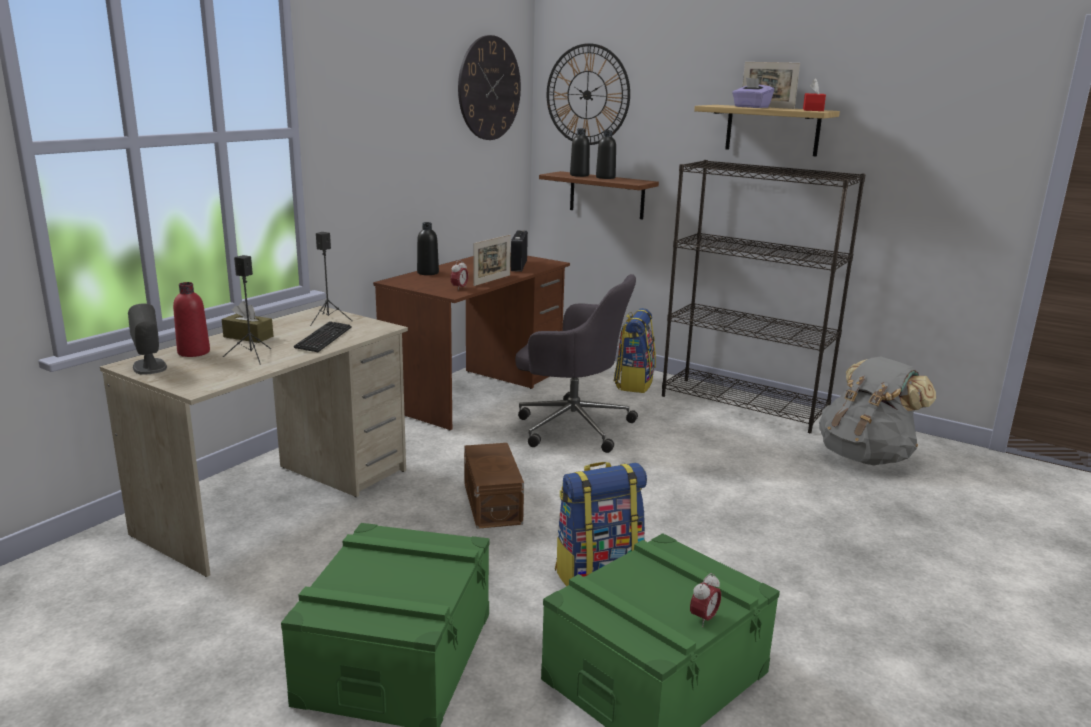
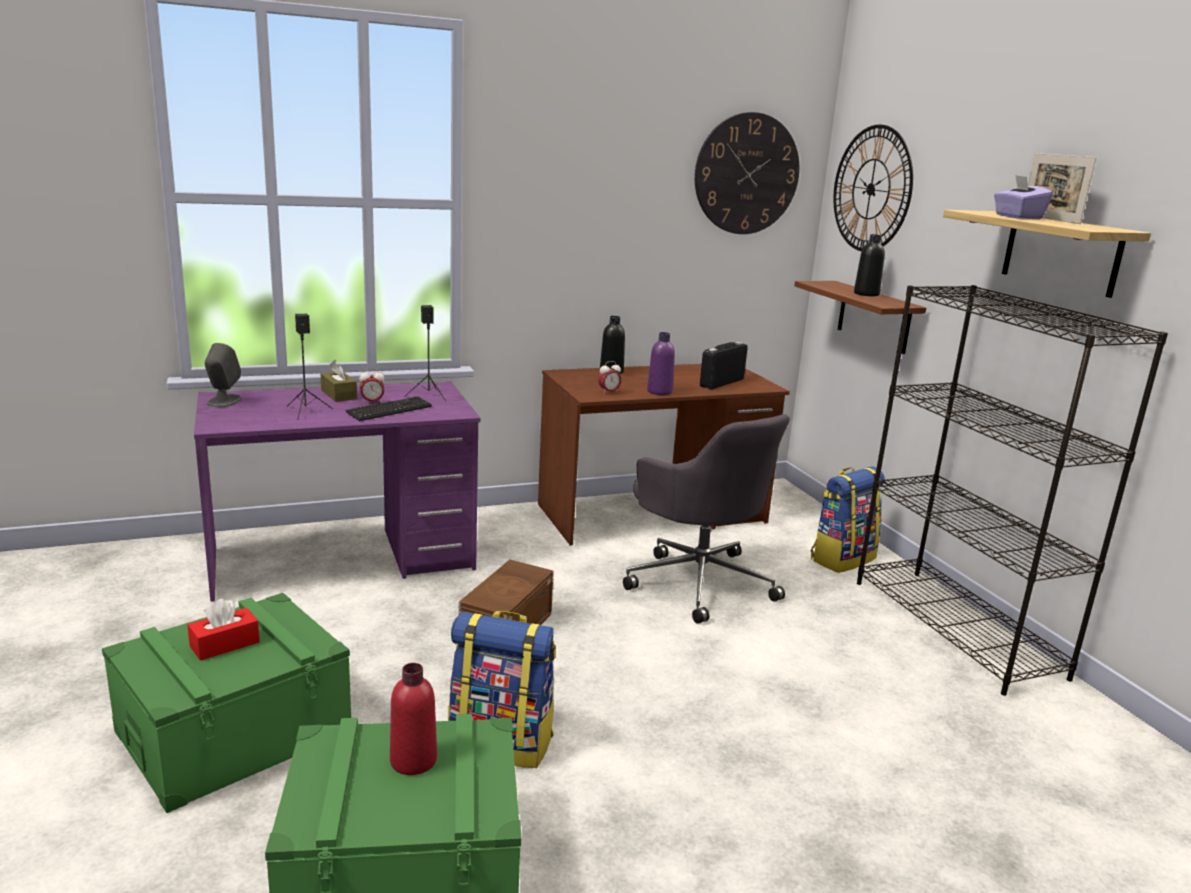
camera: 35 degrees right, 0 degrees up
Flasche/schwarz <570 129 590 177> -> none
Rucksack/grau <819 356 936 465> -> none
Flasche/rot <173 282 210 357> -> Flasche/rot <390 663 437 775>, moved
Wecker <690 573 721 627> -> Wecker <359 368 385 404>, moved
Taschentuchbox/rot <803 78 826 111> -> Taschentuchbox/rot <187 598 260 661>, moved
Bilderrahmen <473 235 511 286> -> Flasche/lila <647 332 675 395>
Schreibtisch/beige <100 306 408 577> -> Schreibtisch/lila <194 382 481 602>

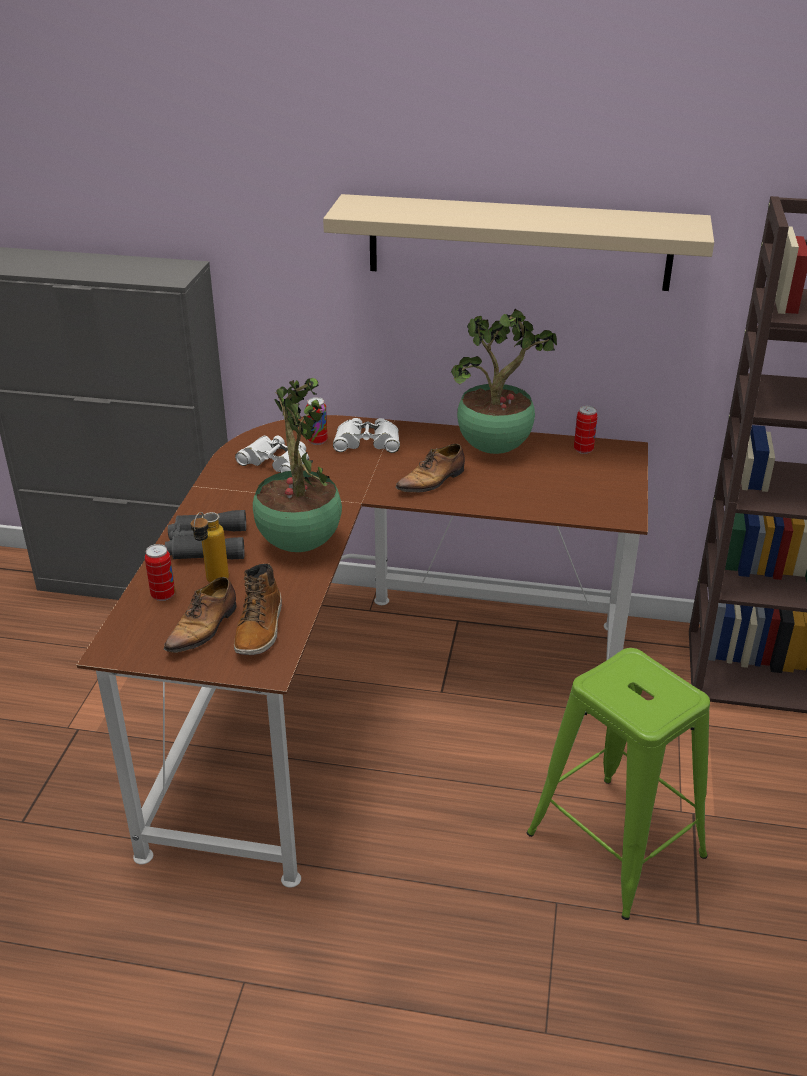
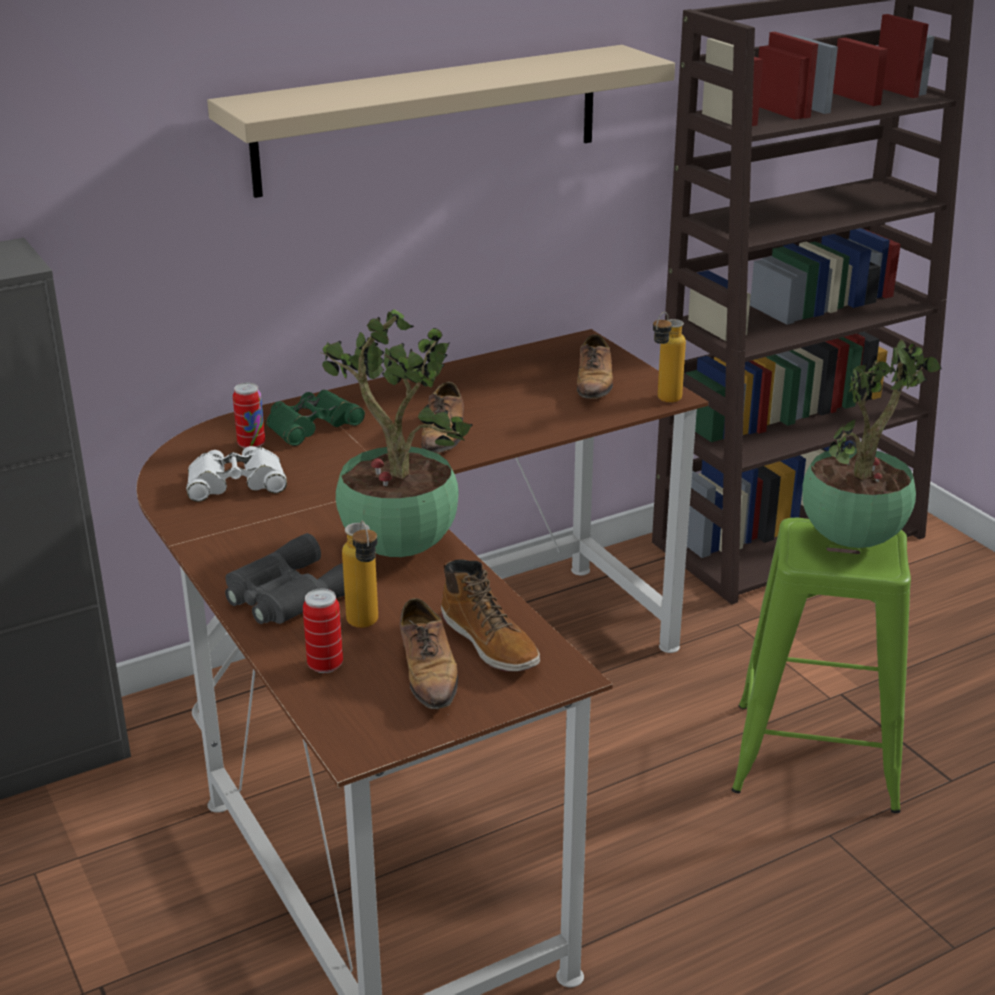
camera: 40 degrees left, 5 degrees down
Dose <574 406 598 454> -> none
none -> Schuh <577 334 613 399>
none -> Flasche <653 312 686 403>
Topfpflanze <451 309 557 454> -> Topfpflanze <802 339 942 548>, moved
Fernglas/weiß <333 418 400 453> -> Fernglas/grün <266 389 365 446>

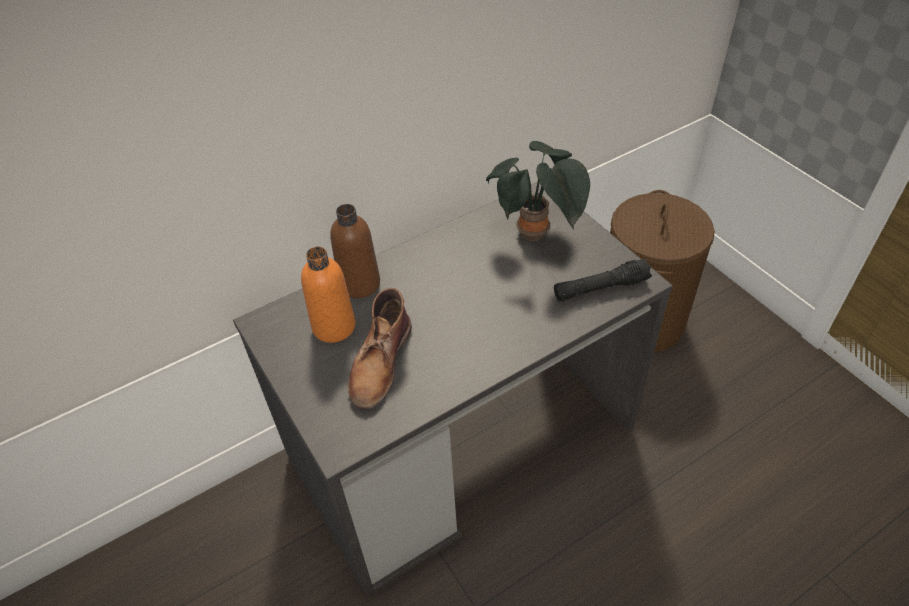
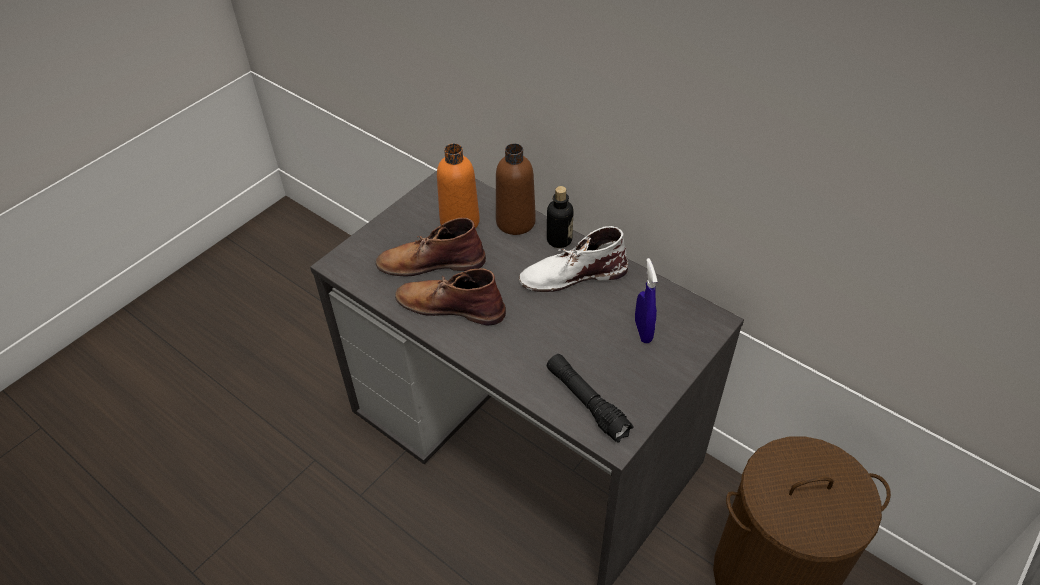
camera: 70 degrees right, 0 degrees up
none -> Stiefel/braun <395 268 506 325>
none -> Stiefel/weiß <519 226 628 292>
none -> Flasche <547 186 574 248>
Topfpflanze <486 141 590 241> -> Sprühflasche/blau <635 258 658 343>

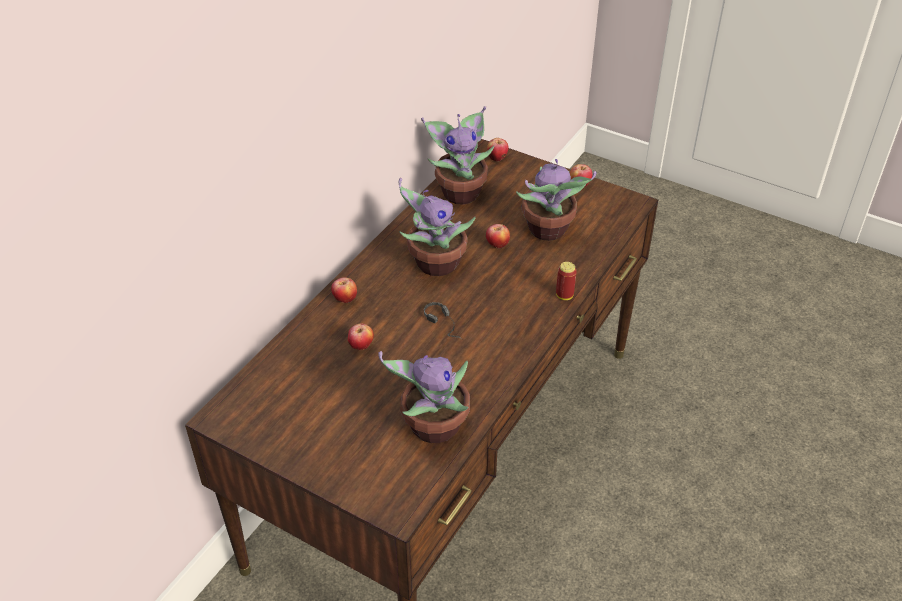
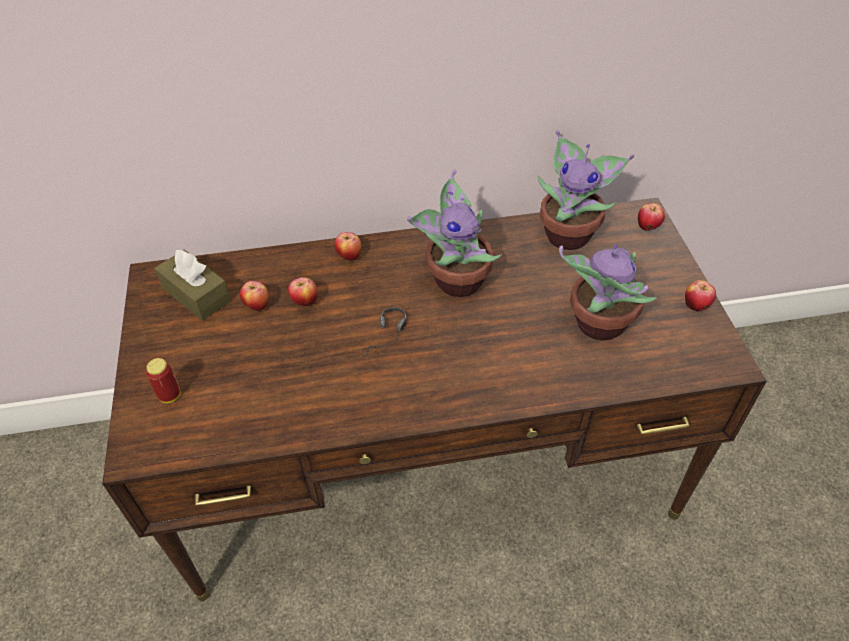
camera: 50 degrees right, 5 degrees up
Topfpflanze <378 351 470 443> -> none
none -> Taschentuchbox/braun <155 250 231 321>
Apfel <486 224 510 249> -> Apfel <240 281 269 311>, moved
Dose <556 262 577 300> -> Dose <146 358 181 403>, moved

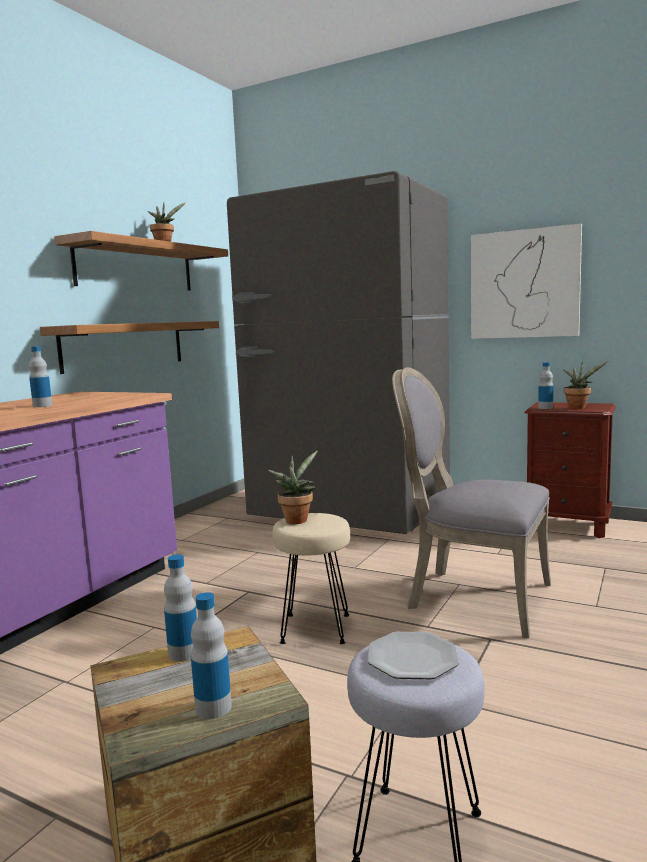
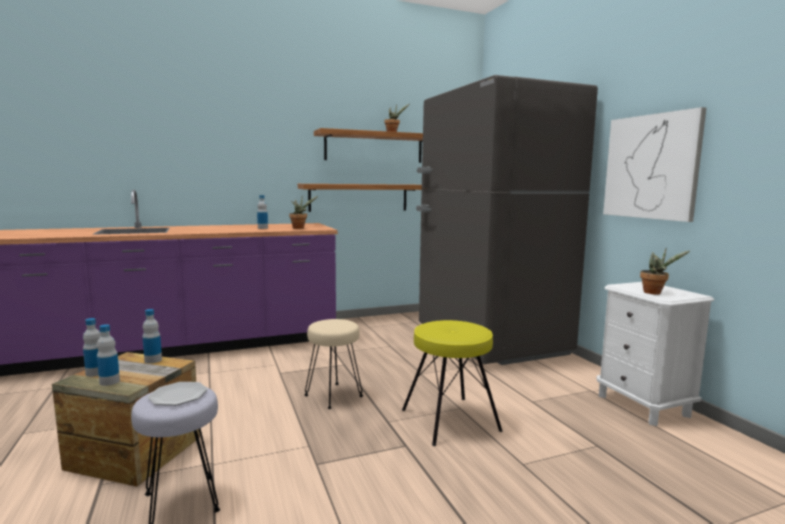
camera: 40 degrees right, 0 degrees up
Topfpflanze <267 451 318 524> -> Topfpflanze <289 196 318 229>, moved
Flasche <538 362 553 409> -> Flasche <83 318 101 377>, moved
Stuhl/grau <392 367 551 638> -> Hocker/gelb <402 320 502 446>
Nachttisch/braun <525 402 616 538> -> Nachttisch/weiß <597 282 714 426>

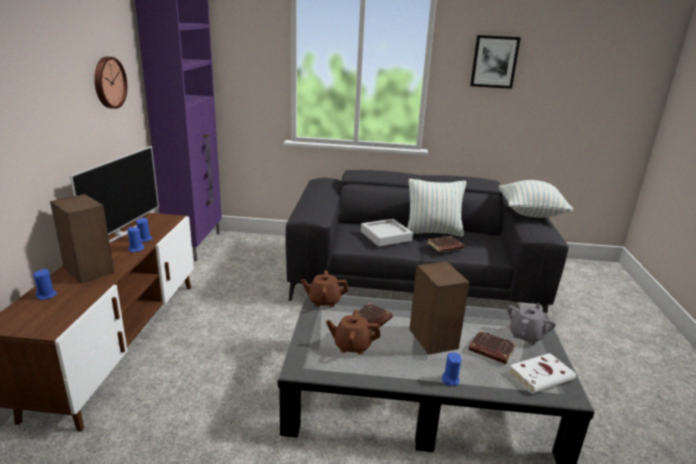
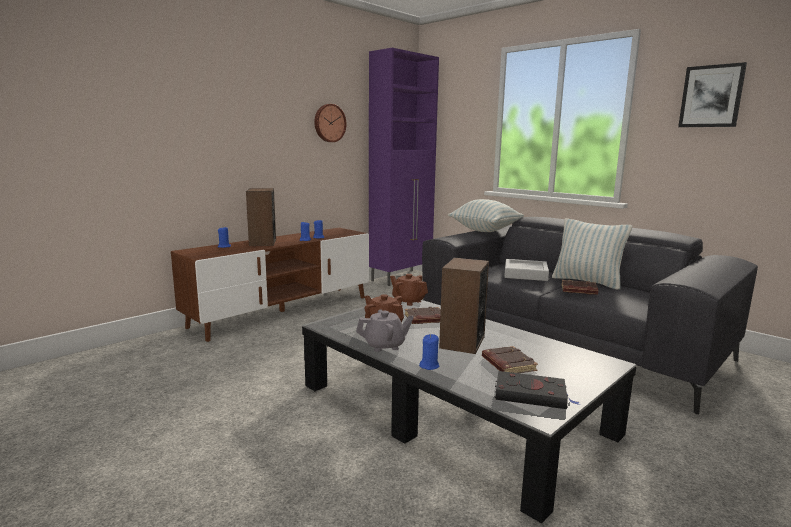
camera: 40 degrees right, 10 degrees down
Fernseher <70 146 159 243> -> none
Kissen <499 180 573 218> -> Kissen <448 199 524 232>, moved
Teekanne/grau <507 303 556 345> -> Teekanne/grau <356 309 414 352>, moved
Buch/weiß <509 353 576 394> -> Buch/schwarz <495 371 580 409>

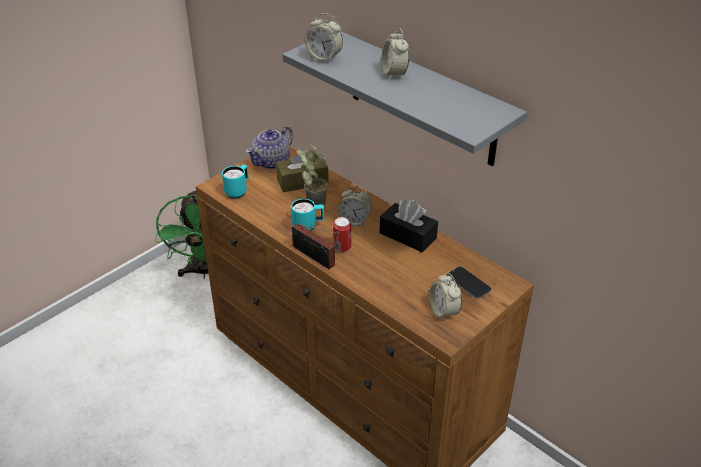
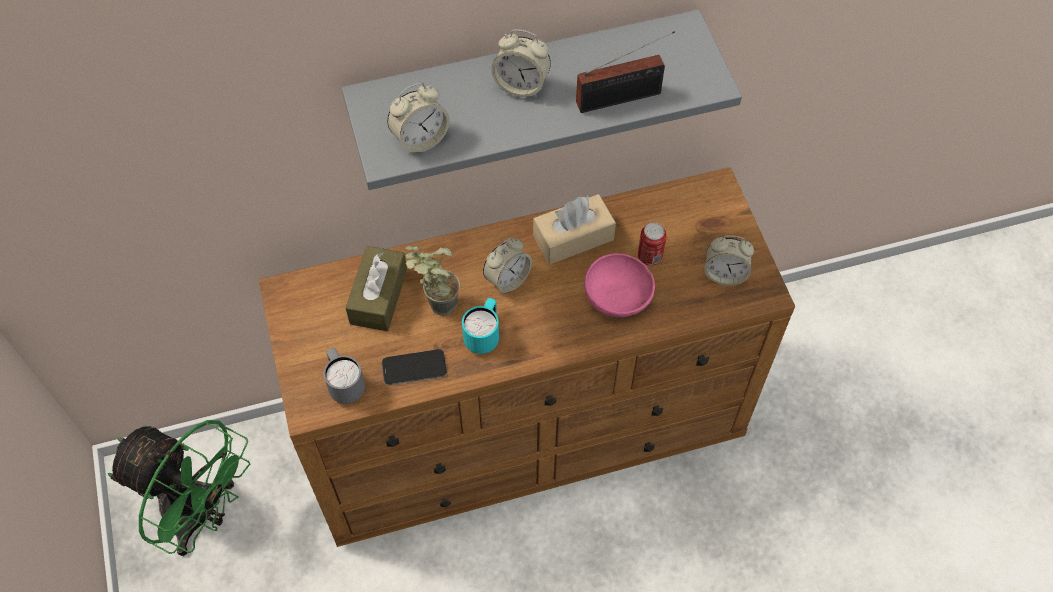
camera: 60 degrees left, 20 degrees up
Teekanne <246 126 294 169> -> none
none -> Schüssel/rosa <584 253 655 317>
Radio <292 223 338 269> -> Radio <576 31 675 113>, moved
Dose <333 217 351 253> -> Dose <638 222 667 266>, moved
Handy <447 267 491 299> -> Handy <382 349 447 385>, moved
Henkelbecher/türkis <222 164 249 199> -> Henkelbecher/grau <323 348 365 404>
Taschentuchbox/schwarz <380 200 438 253> -> Taschentuchbox/beige <533 194 616 265>

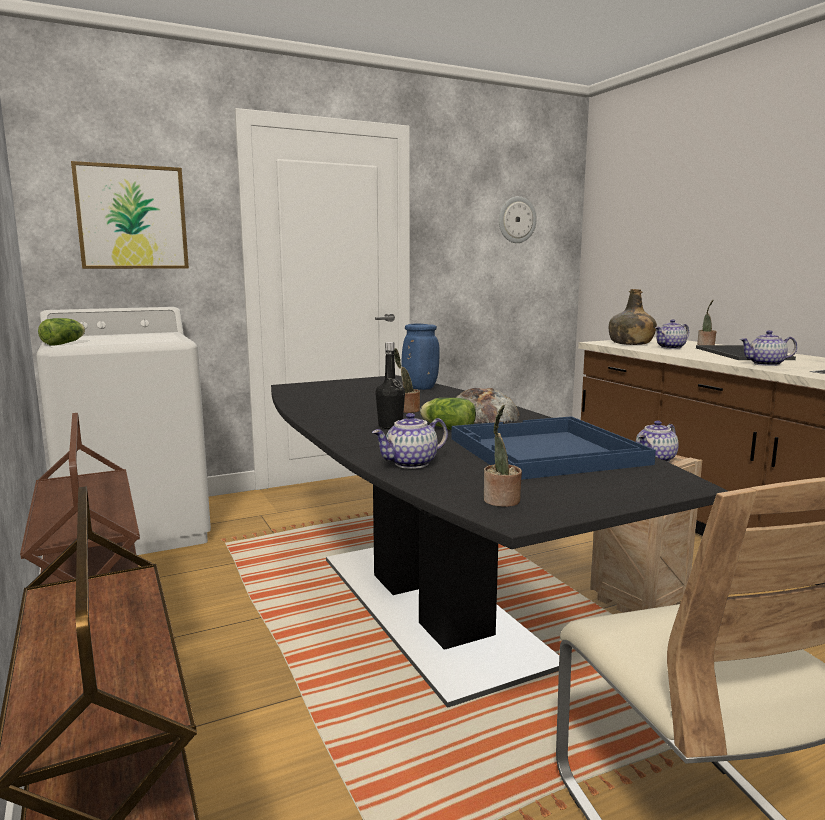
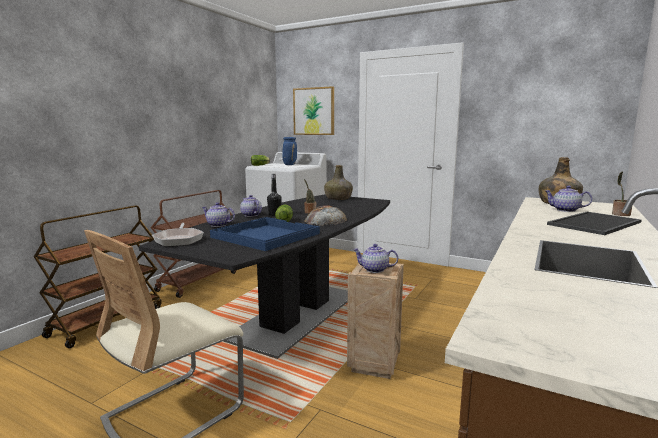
camera: 55 degrees right, 0 degrees up
Wanduhr <499 196 537 243> -> none
none -> Flasche/grün <324 165 353 200>
Vase/blau <402 324 440 390> -> Vase/blau <282 137 297 165>, moved
Teekanne <740 330 797 366> -> Teekanne <240 195 262 217>, moved
Topfpflanze <484 405 522 507> -> Pfanne <152 223 204 246>

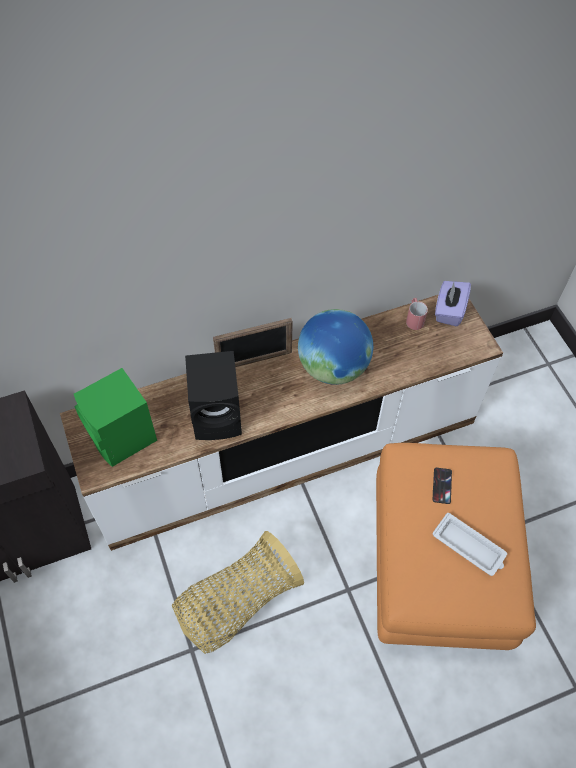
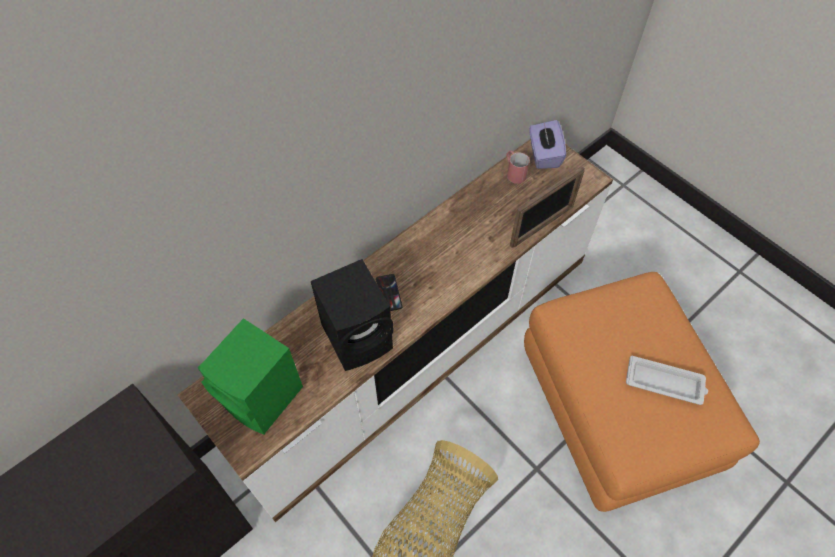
camera: 20 degrees left, 0 degrees up
Globus <298 309 373 385> -> none
Bilderrahmen <213 318 293 367> -> Bilderrahmen <510 166 585 248>, moved
Handy <433 468 452 504> -> Handy <376 274 402 311>, moved

